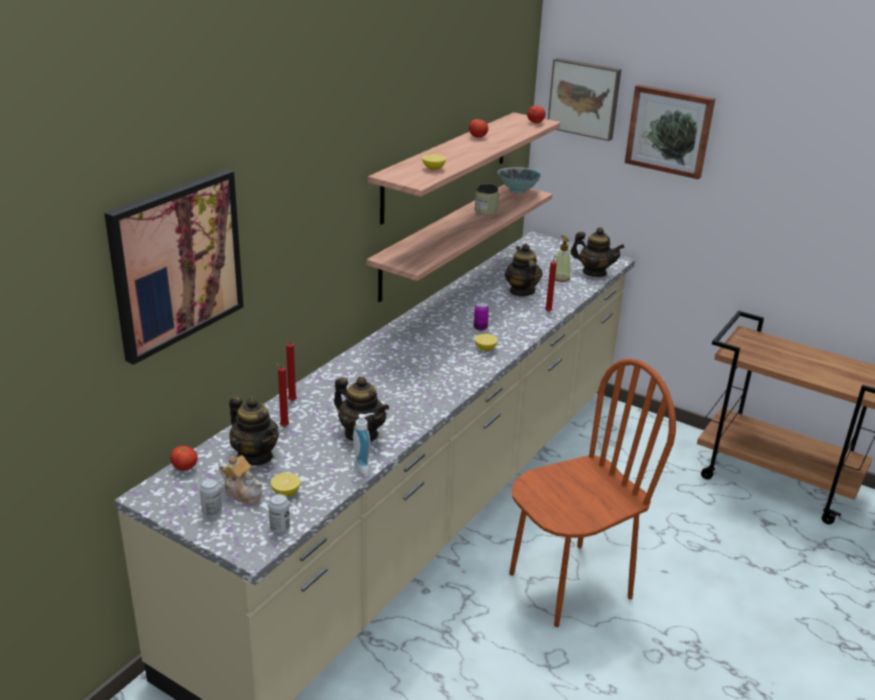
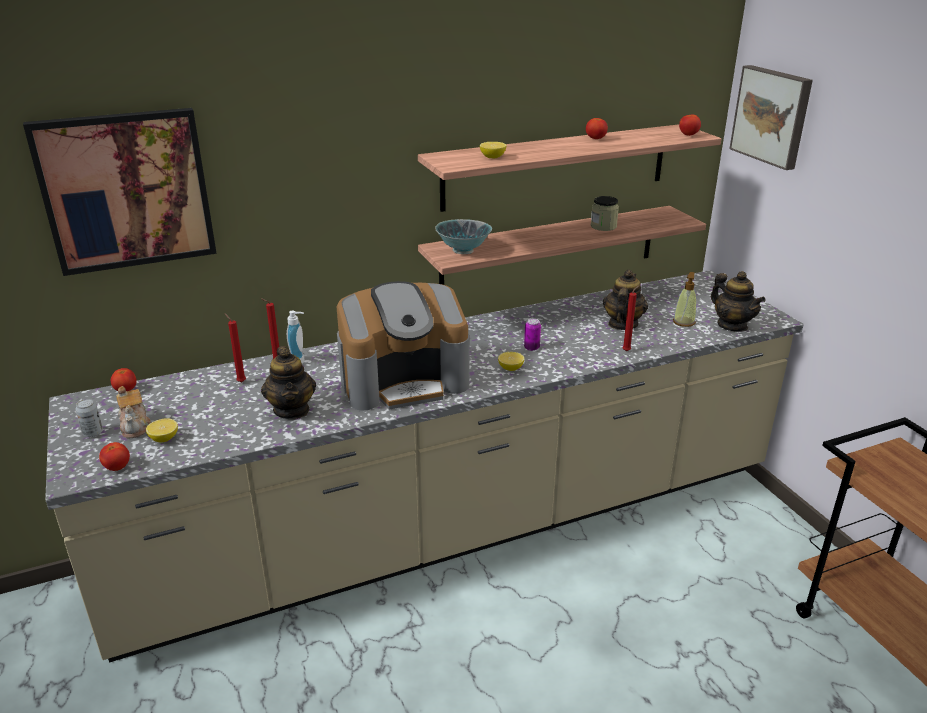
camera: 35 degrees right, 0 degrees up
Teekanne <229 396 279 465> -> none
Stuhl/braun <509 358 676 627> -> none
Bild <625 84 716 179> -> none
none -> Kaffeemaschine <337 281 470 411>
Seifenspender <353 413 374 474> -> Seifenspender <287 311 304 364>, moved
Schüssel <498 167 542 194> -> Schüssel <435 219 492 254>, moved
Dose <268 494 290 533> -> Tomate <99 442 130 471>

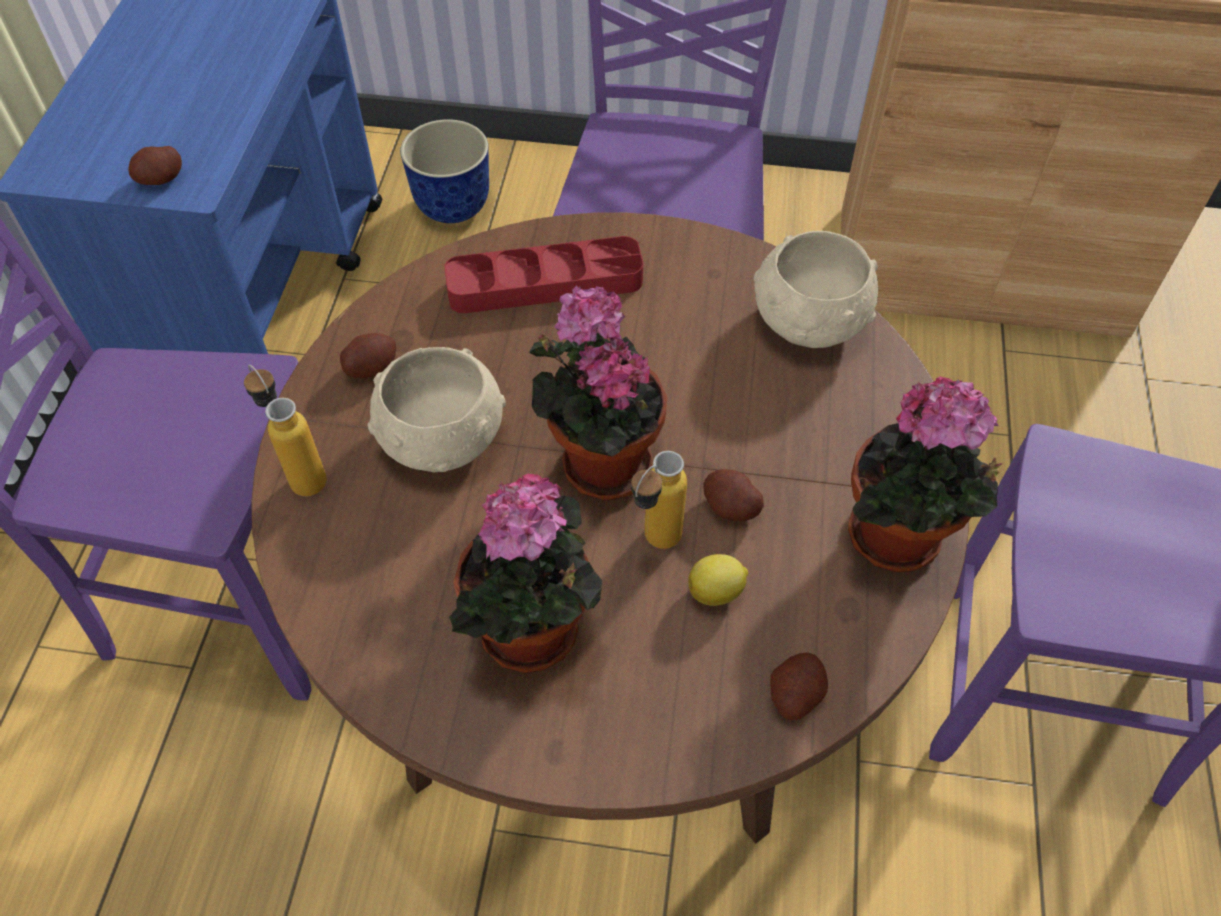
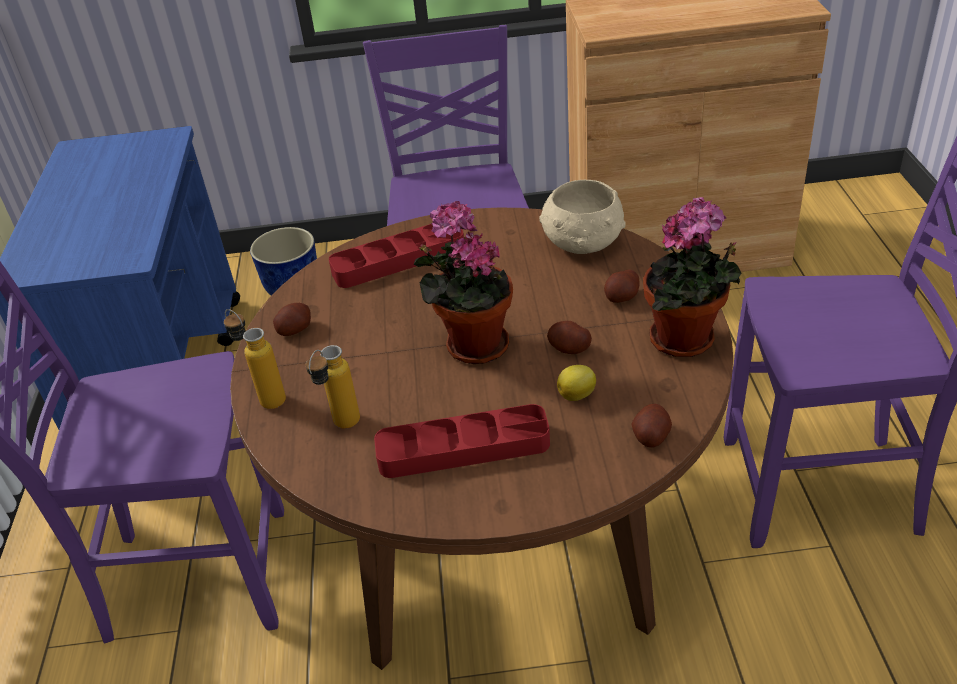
camera: 10 degrees left, 15 degrees down
Schüssel/beige <367 347 506 473> -> none
Kartoffel <128 146 182 185> -> Kartoffel <604 269 640 303>, moved
Flasche <631 451 687 549> -> Flasche <306 345 360 429>, moved
Topfpflanze <449 474 602 673> -> Tablett/rot <374 404 550 478>

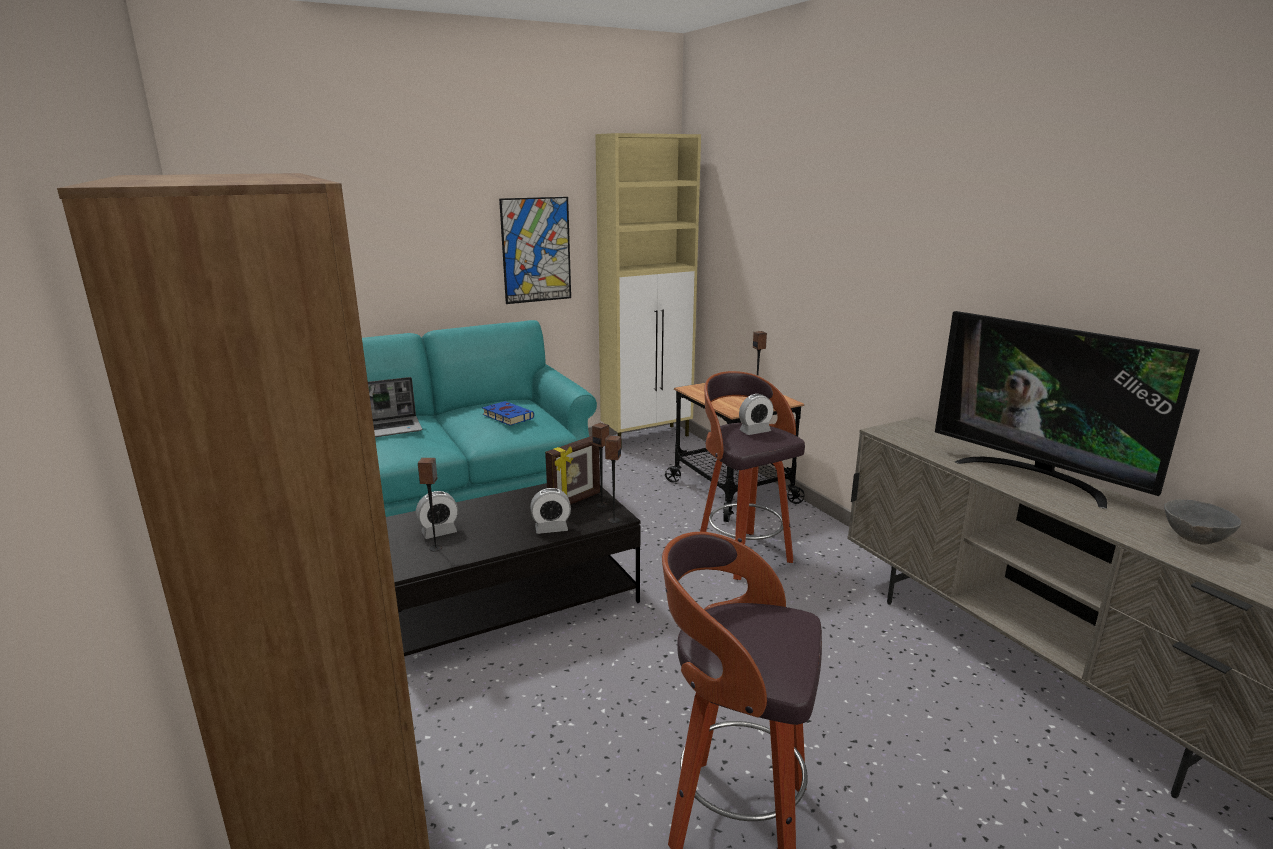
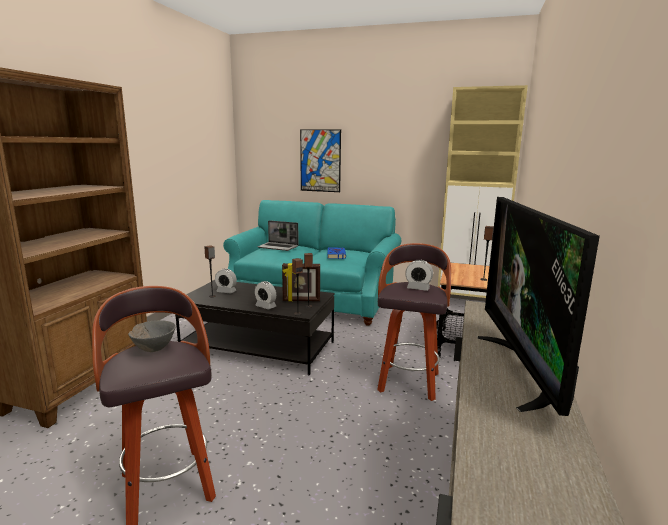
camera: 45 degrees right, 5 degrees down
Bild <499 197 571 304> -> Bild <300 129 341 192>, moved
Schüssel/grau <1164 500 1241 545> -> Schüssel/grau <128 320 176 352>, moved

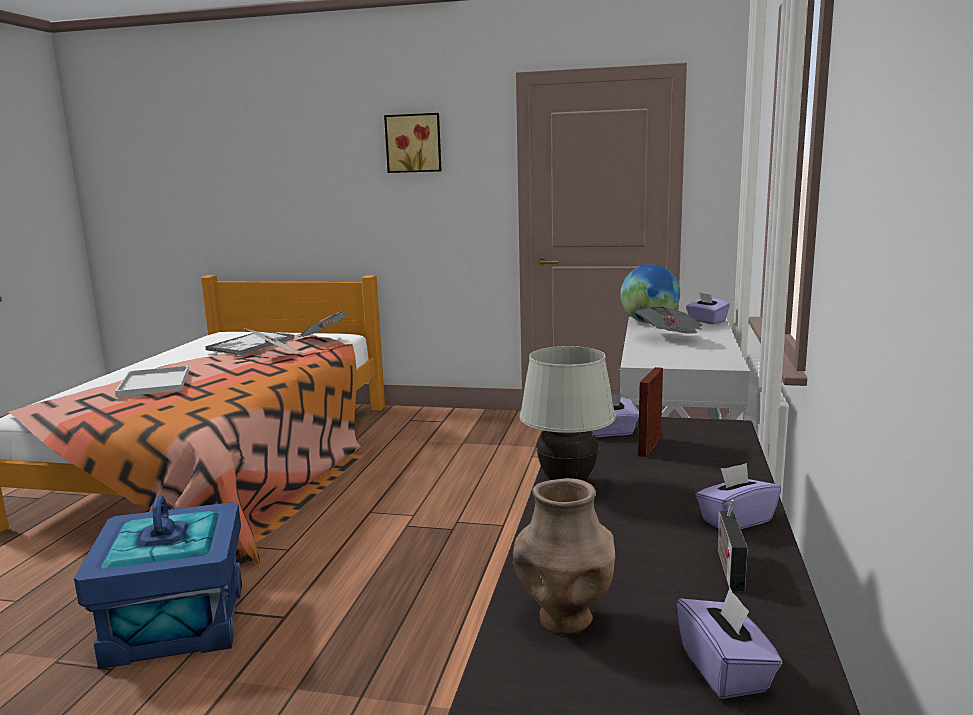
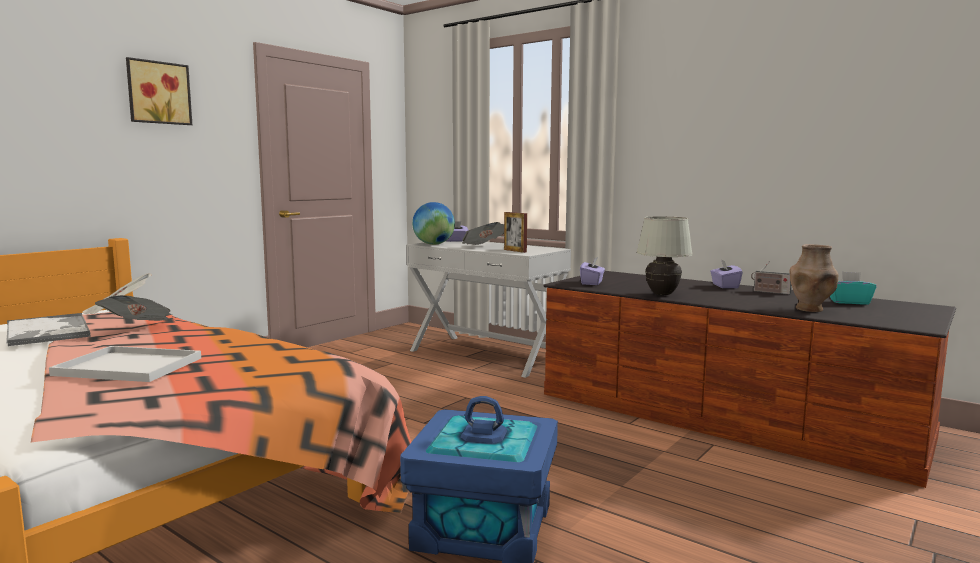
camera: 65 degrees left, 5 degrees down
Bilderrahmen <638 367 663 457> -> Bilderrahmen <504 212 527 253>, moved
Taschentuchbox/lila <676 588 782 699> -> Taschentuchbox/türkis <830 271 876 305>

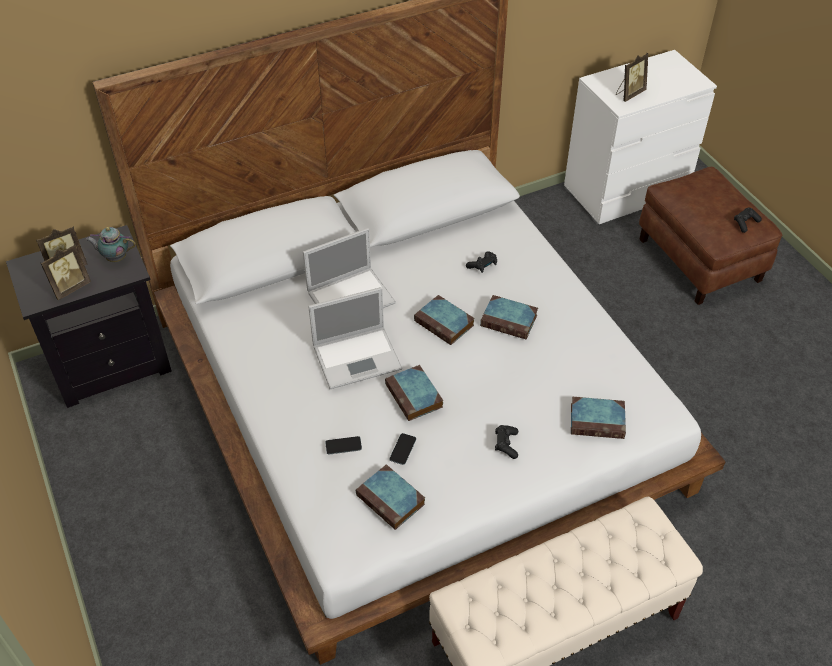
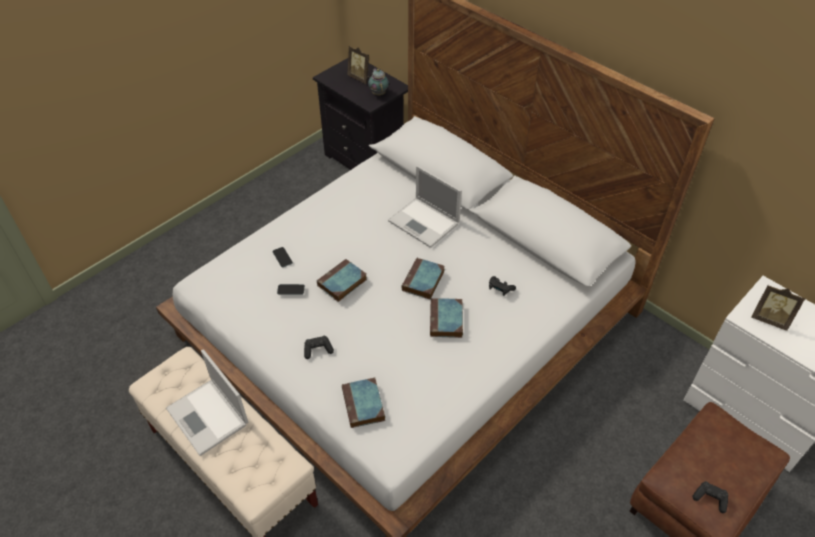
camera: 70 degrees right, 0 degrees up
Bilderrahmen <40 244 91 300> -> none
Buch <356 464 425 530> -> none
Laptop <308 287 402 389> -> Laptop <166 349 248 456>, moved

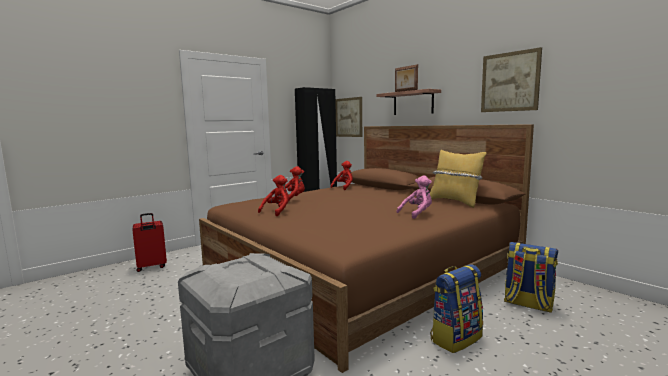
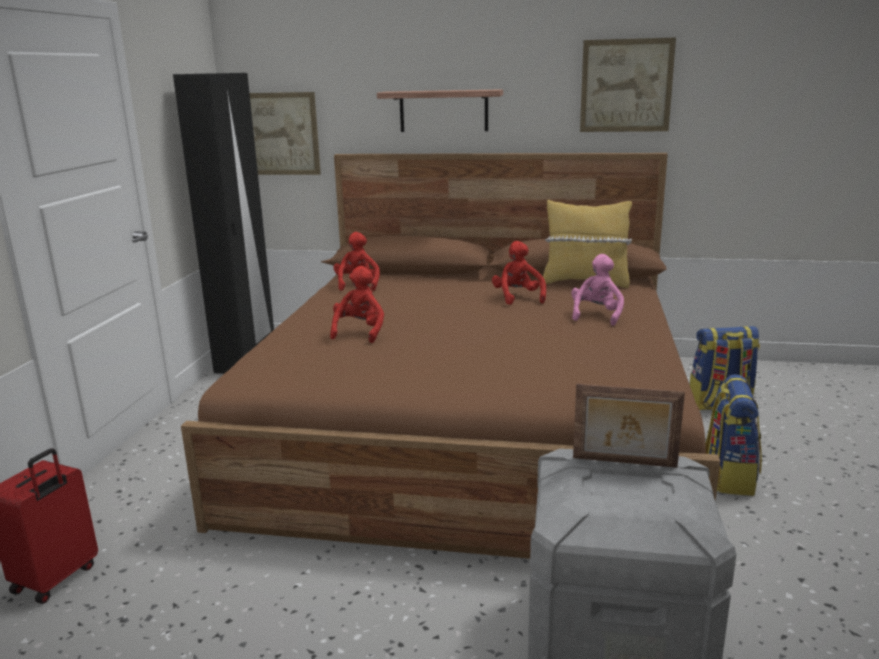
camera: 40 degrees left, 10 degrees up
Plüschtier/rot <258 175 289 216> -> Plüschtier/rot <492 241 546 305>, moved
Bilderrahmen <395 64 418 92> -> Bilderrahmen <573 384 685 468>, moved

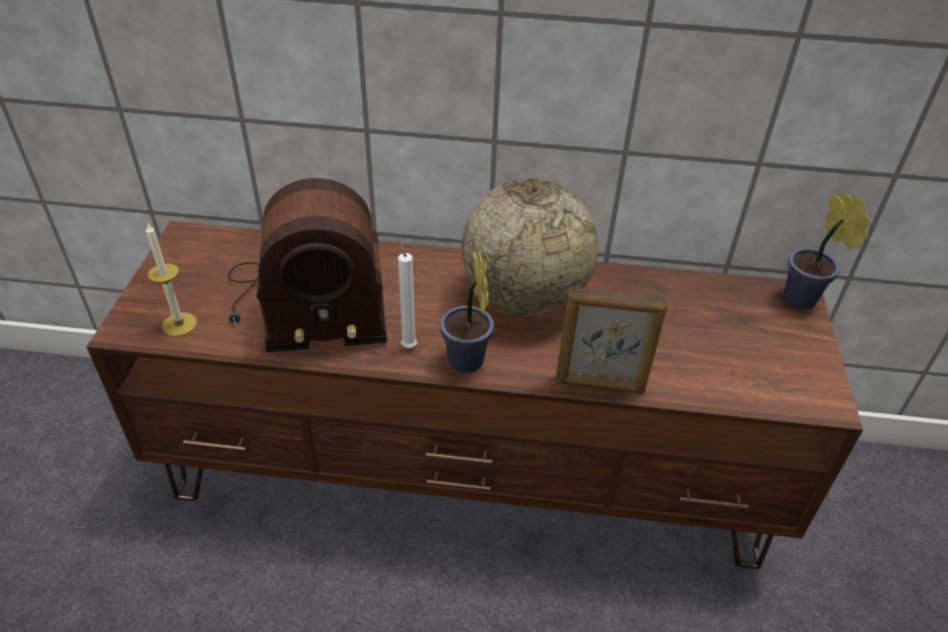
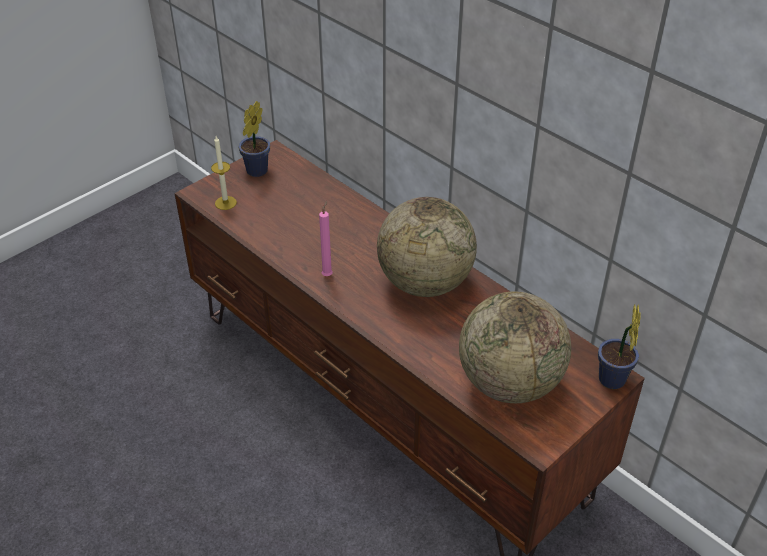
camera: 40 degrees right, 0 degrees up
Radio <228 178 387 352> -> none
Bilderrahmen <556 286 668 394> -> none
none -> Globus <459 292 571 403>
Topfpflanze <440 250 494 373> -> Topfpflanze <238 101 270 177>, moved
Kerze/weiß <398 237 417 348> -> Kerze/rosa <319 201 333 276>

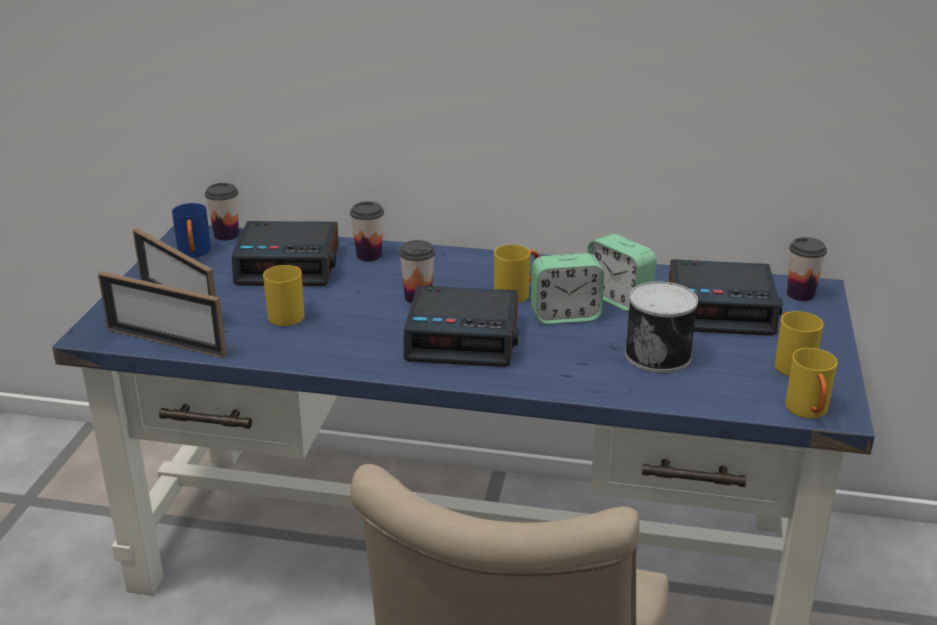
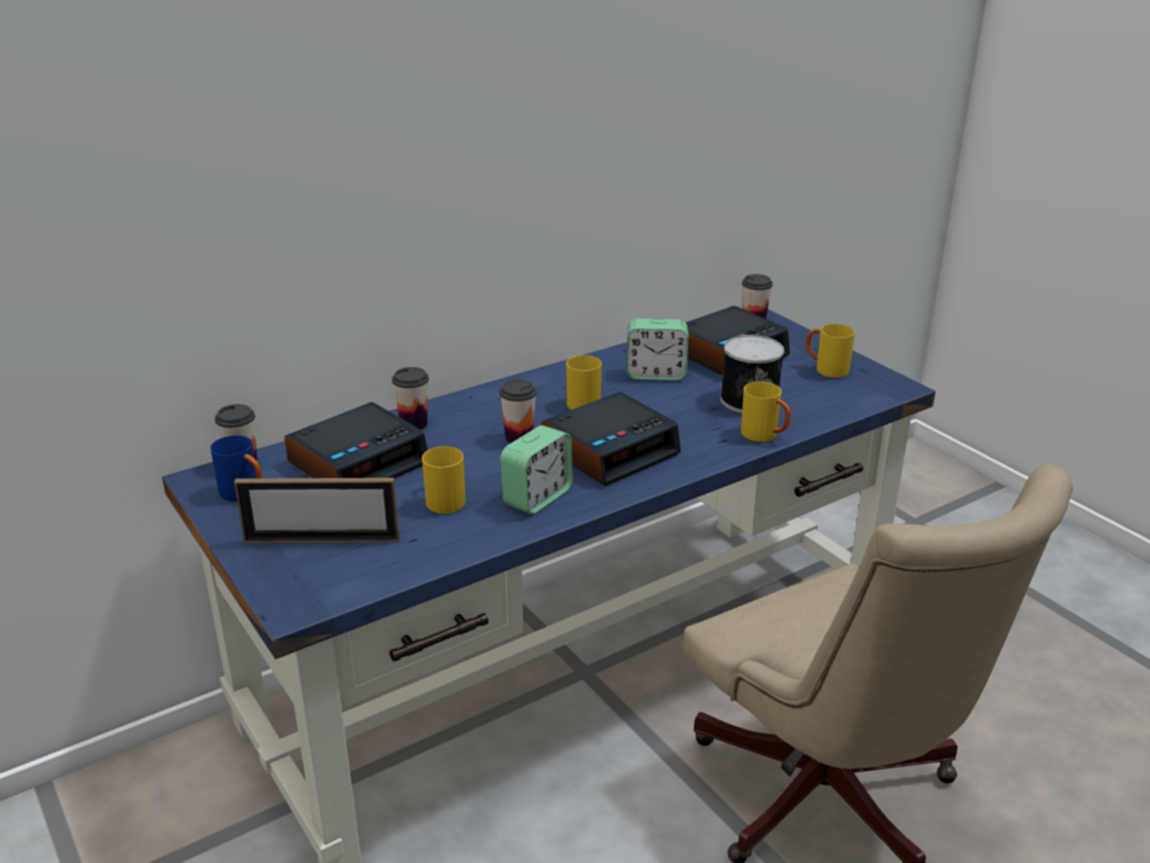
camera: 45 degrees left, 0 degrees up
Bilderrahmen <98 271 227 358> -> none
Wecker <531 253 604 324> -> Wecker <500 425 573 514>, moved
Henkelbecher/gelb <785 348 838 419> -> Henkelbecher/gelb <741 382 791 442>, moved

